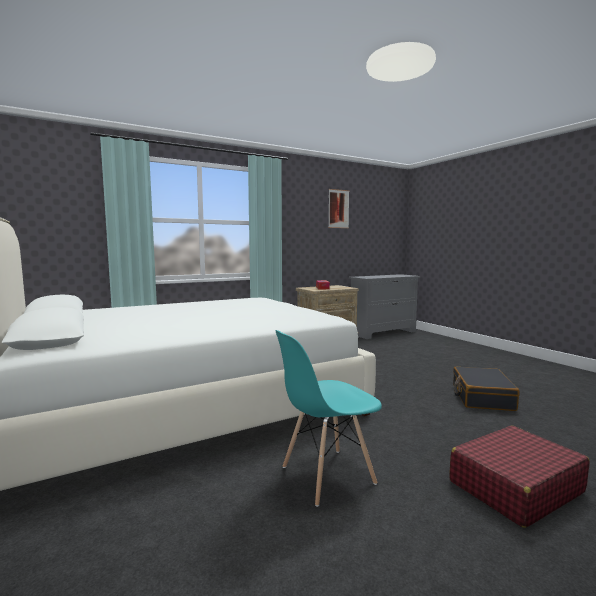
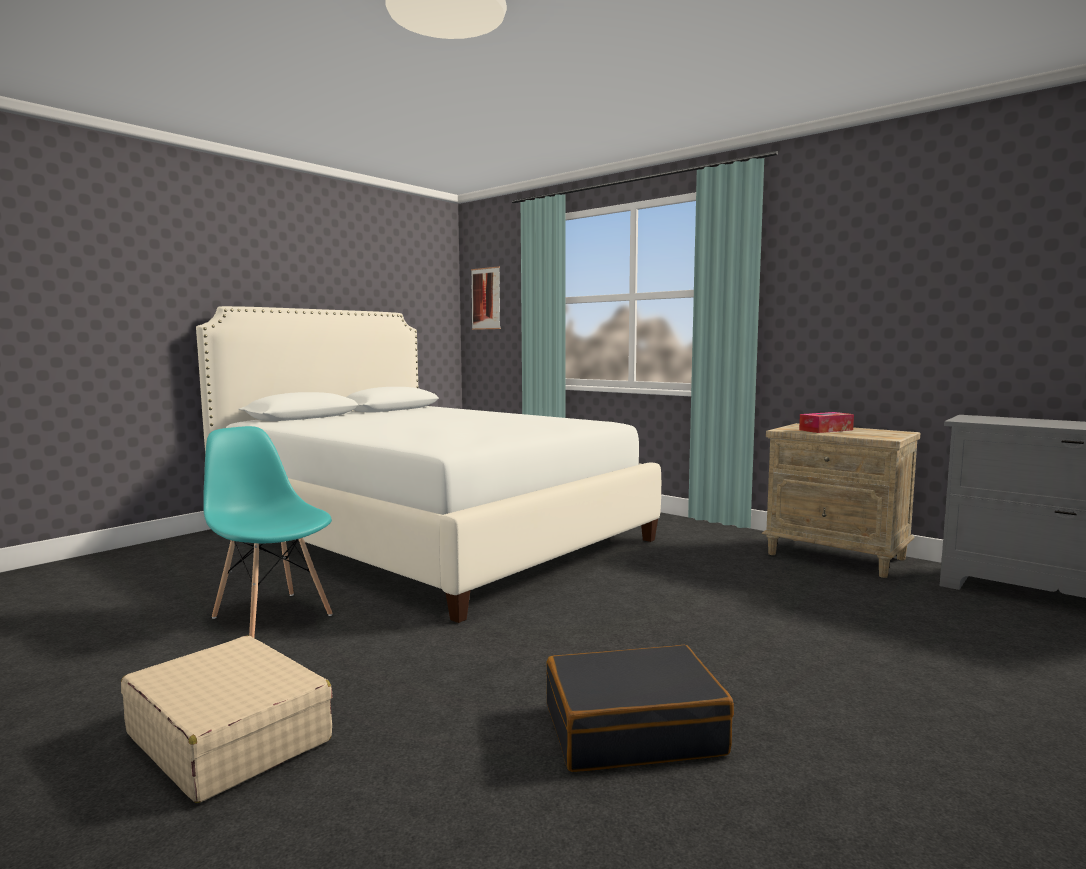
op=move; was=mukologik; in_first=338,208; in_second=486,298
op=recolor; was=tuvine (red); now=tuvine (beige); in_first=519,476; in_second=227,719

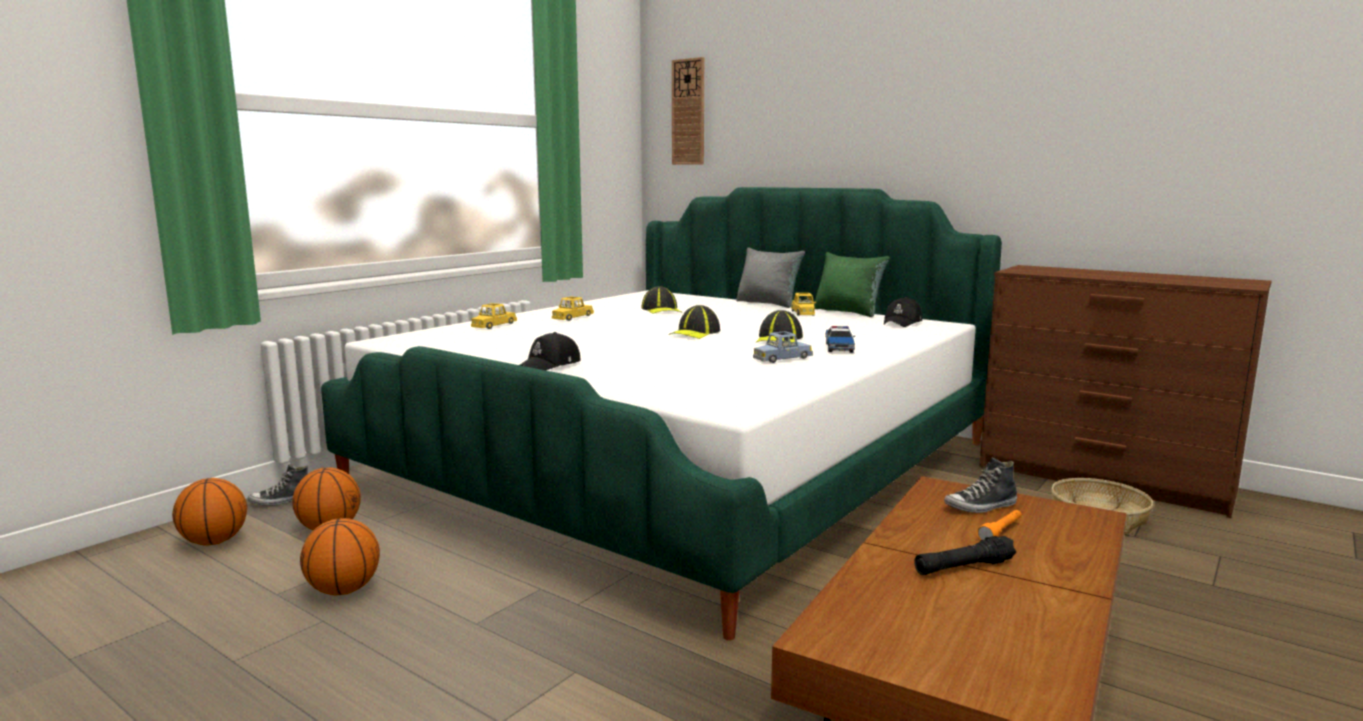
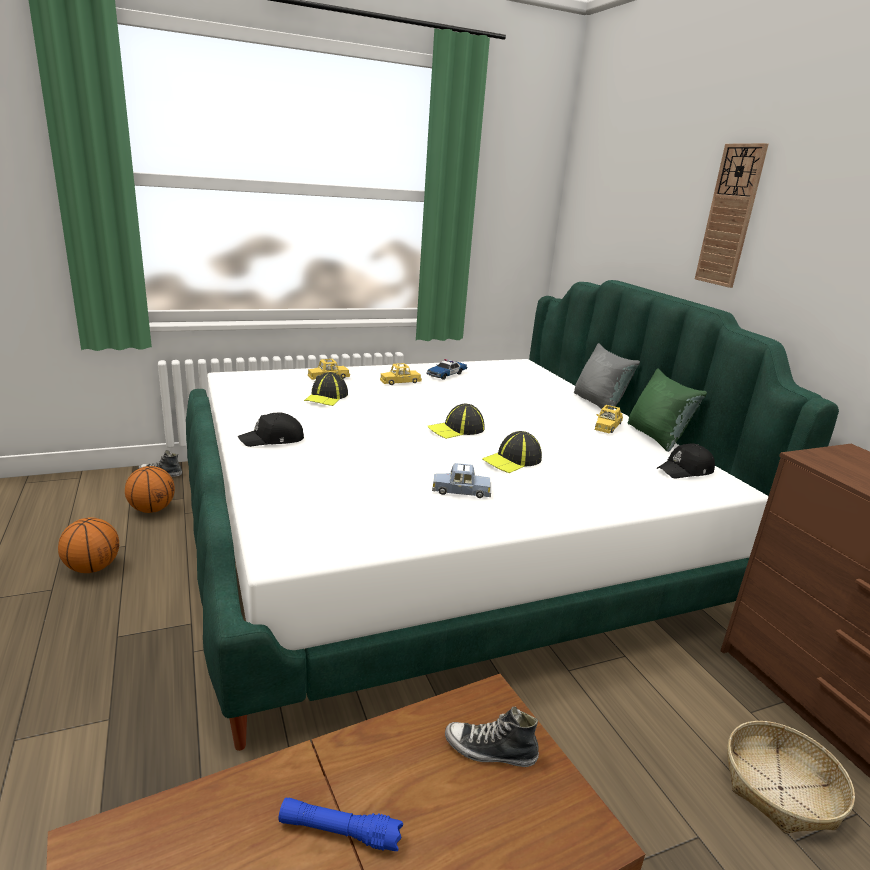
op=delete; was=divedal; in_first=209,512
op=move; was=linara; in_first=661,300; in_second=326,389
op=move; was=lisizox; in_first=688,111; in_second=731,215
op=move; was=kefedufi; in_first=840,339; in_second=446,369
op=recolor; was=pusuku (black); now=pusuku (blue); in_first=965,555; in_second=340,824
op=delete; was=pusuku (orange); in_first=999,525

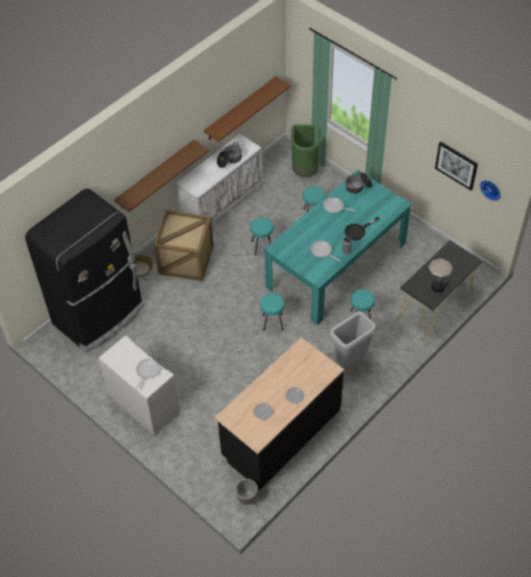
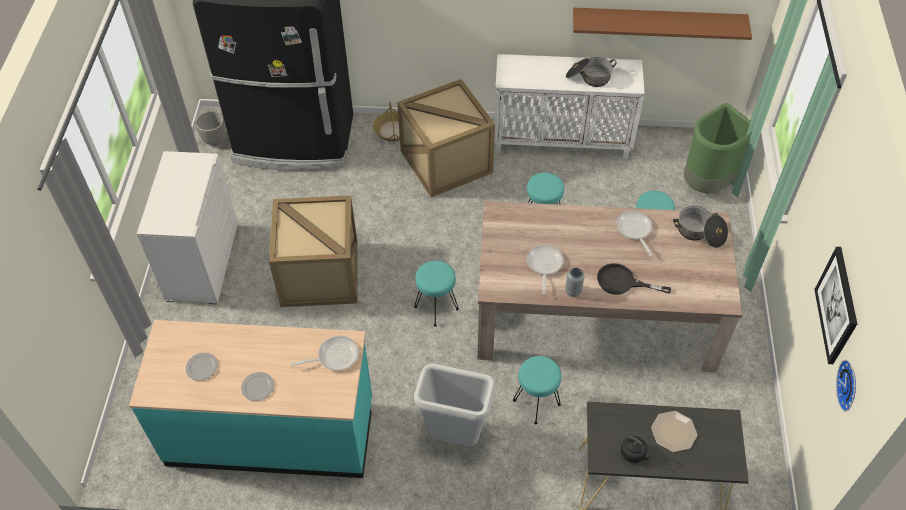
op=delete; was=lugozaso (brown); in_first=161,176
op=move; was=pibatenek; in_first=147,374; in_second=325,353
op=recolor; was=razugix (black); now=razugix (turquoise); in_first=279,413; in_second=250,399
op=move; was=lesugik; in_first=246,492; in_second=210,128
op=recolor; was=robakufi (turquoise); now=robakufi (beige); in_first=338,247; in_second=609,287
op=insert; now=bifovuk; in_second=313,251

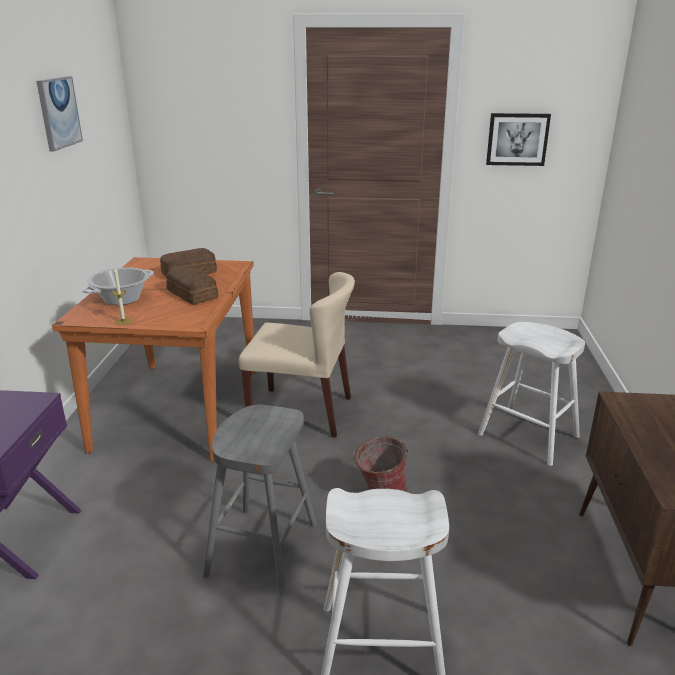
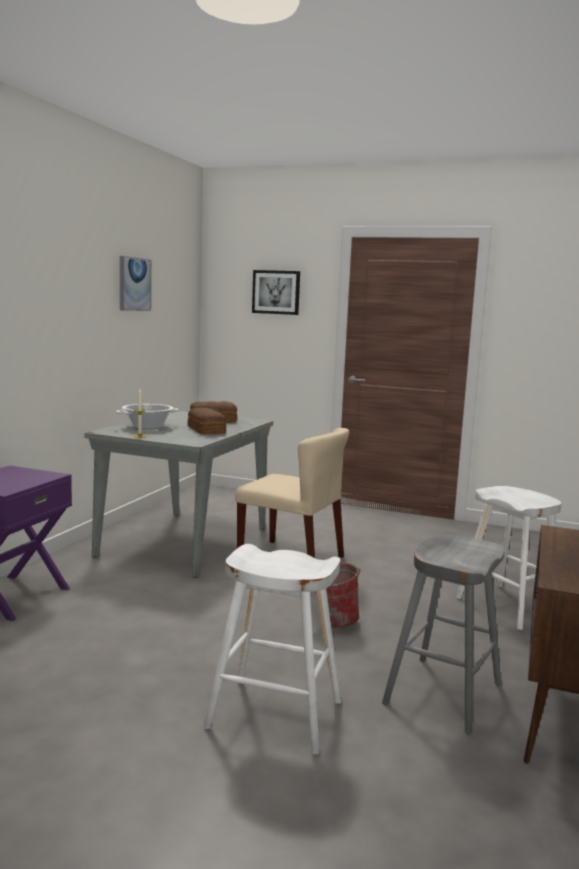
op=recolor; was=robakufi (orange); now=robakufi (grey); in_first=154,359; in_second=178,494
op=move; was=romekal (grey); in_first=260,500; in_second=443,635
op=move; was=mukologik; in_first=518,139; in_second=276,292

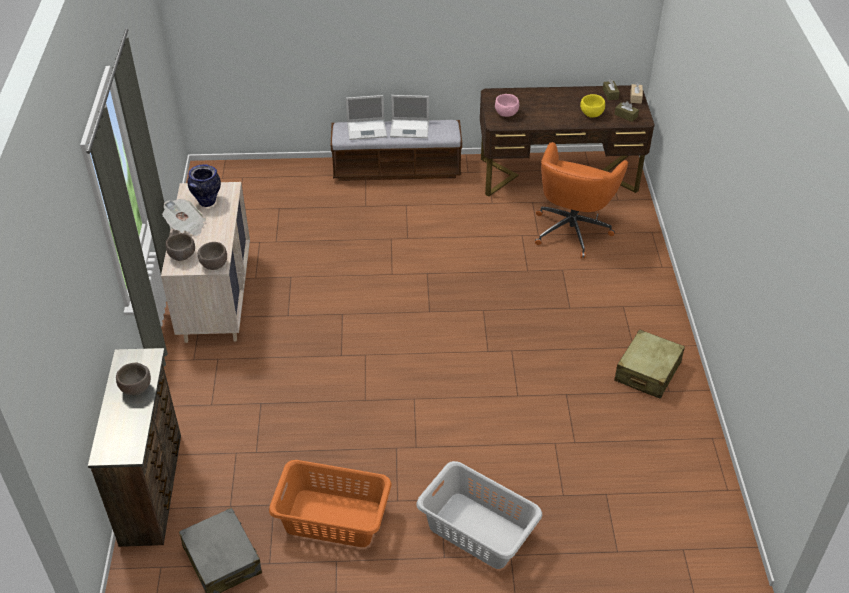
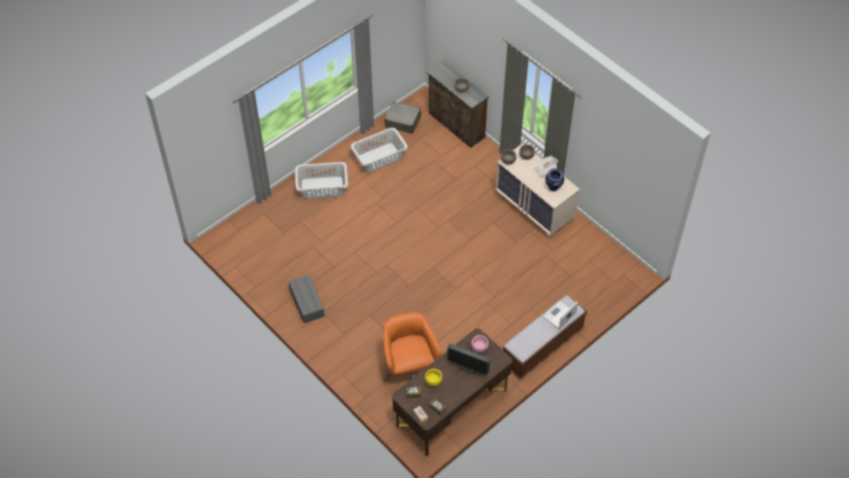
op=recolor; was=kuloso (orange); now=kuloso (grey); in_first=330,503; in_second=379,150
op=delete; was=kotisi; in_first=409,116
op=replace; was=tuvine (beige); now=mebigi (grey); in_first=649,364; in_second=306,299
op=insert; now=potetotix; in_second=468,359

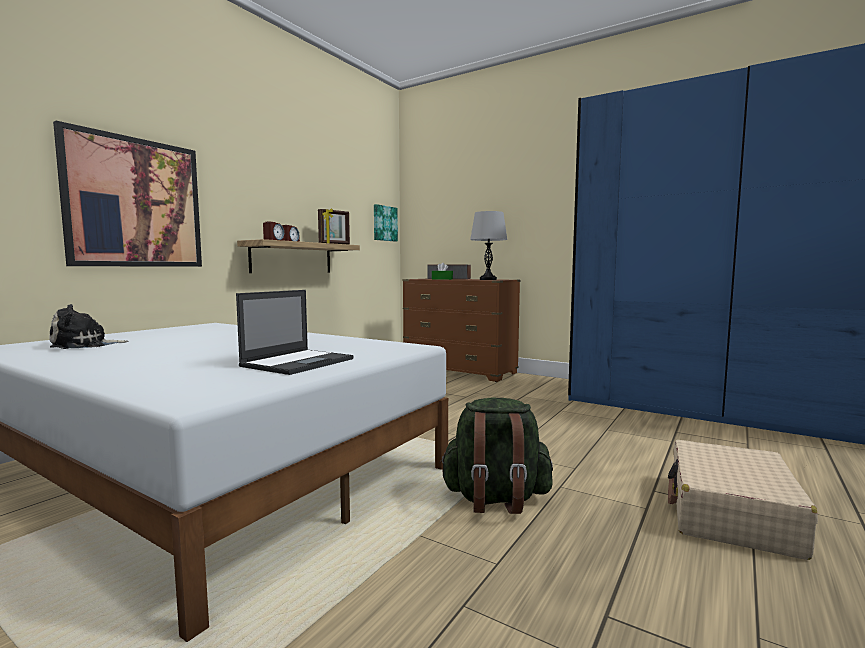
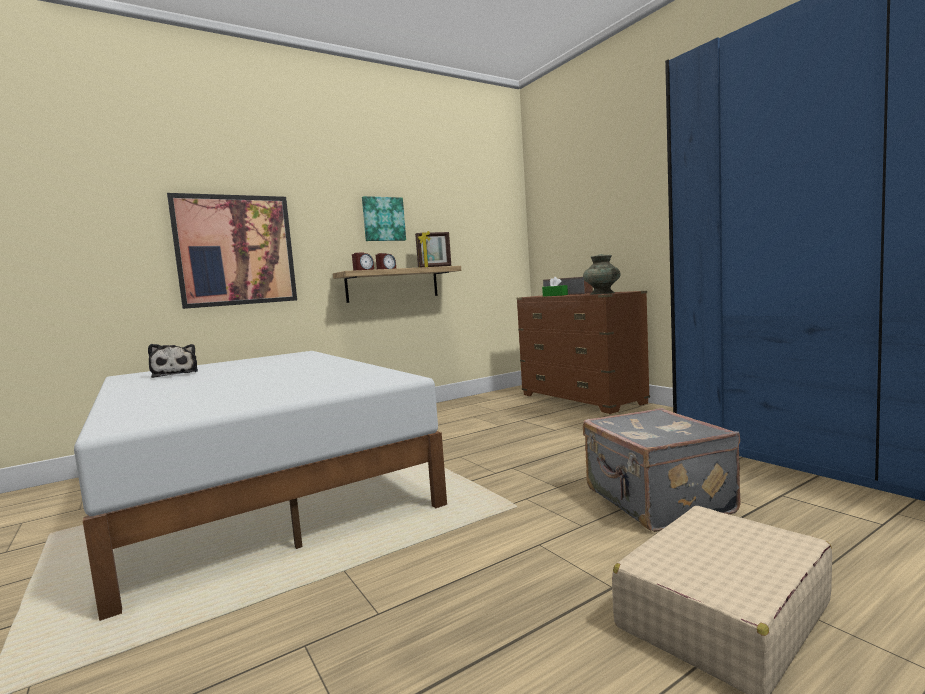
op=rotate; was=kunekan; in_first=89,326; in_second=173,361; clockwise=-105
op=delete; was=kotisi; in_first=295,332
op=move; was=mukologik; in_first=386,223; in_second=384,218
op=delete; was=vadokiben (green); in_first=496,456
op=replace; was=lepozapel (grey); now=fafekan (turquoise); in_first=488,245; in_second=602,274
op=insert; now=tuvine (grey); in_second=661,470

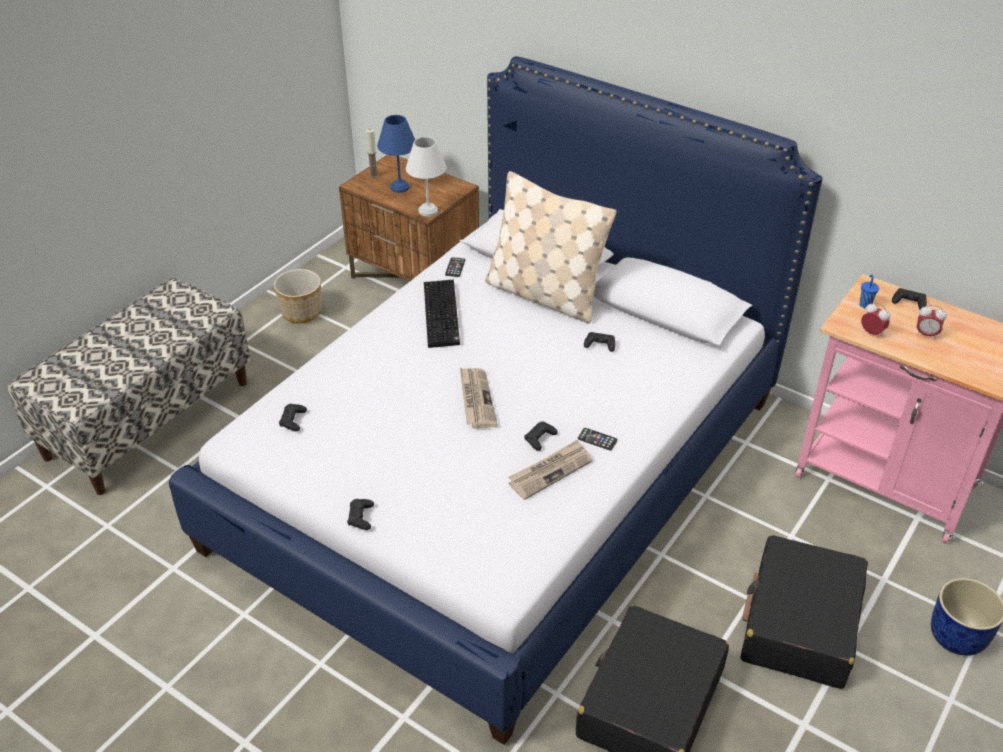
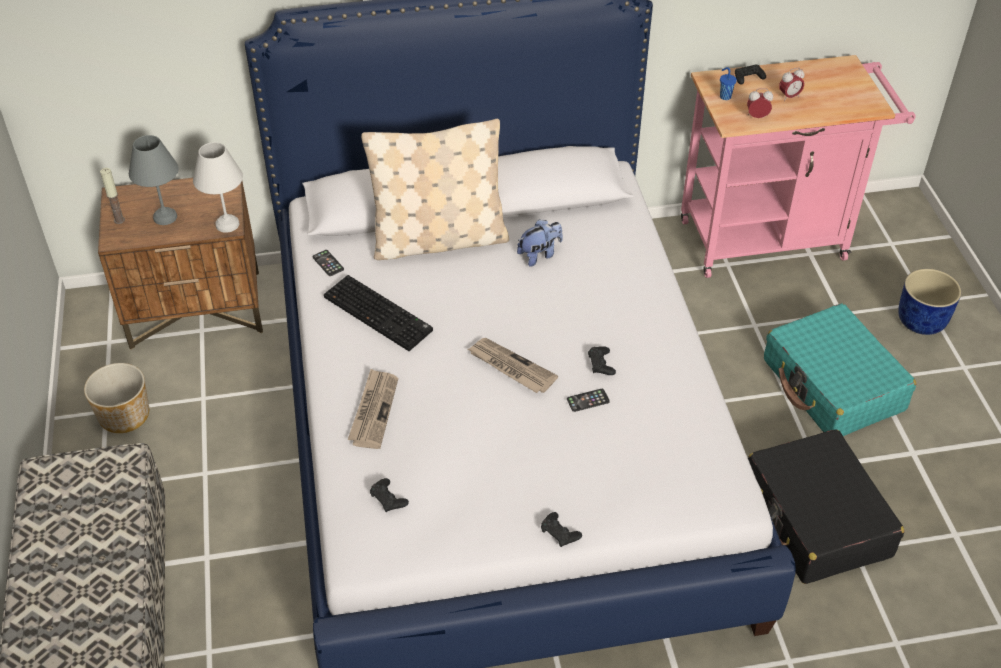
op=recolor; was=lepozapel (blue); now=lepozapel (grey); in_first=396,154; in_second=154,180
op=move; was=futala; in_first=550,470; in_second=373,409
op=move; was=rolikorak; in_first=598,439; in_second=588,400
op=replace; was=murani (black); now=kunekan; in_first=599,342; in_second=540,243
op=recolor; was=tuvine (black); now=tuvine (turquoise); in_first=804,612; in_second=840,369

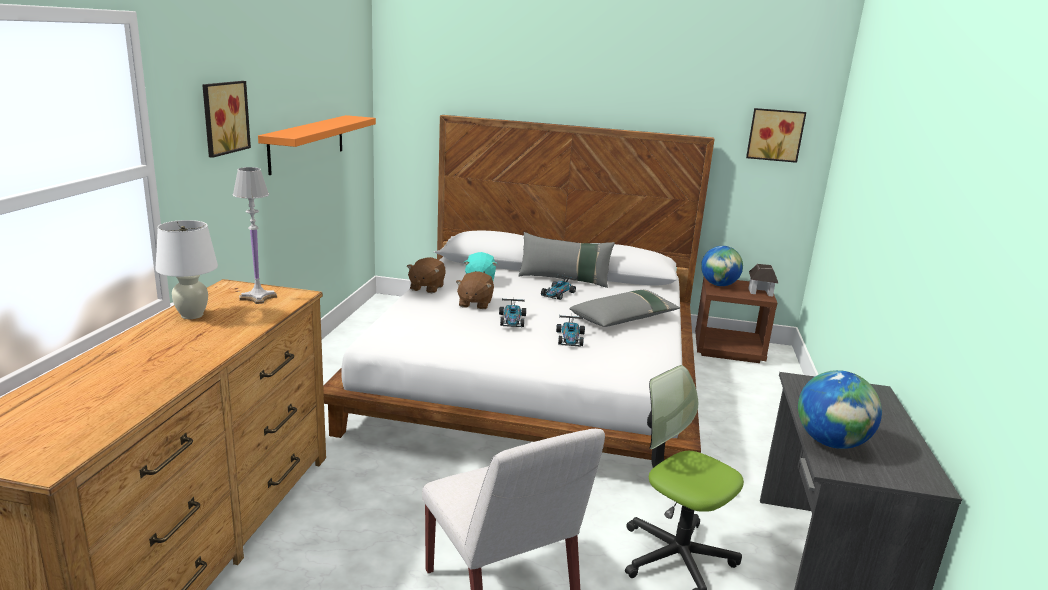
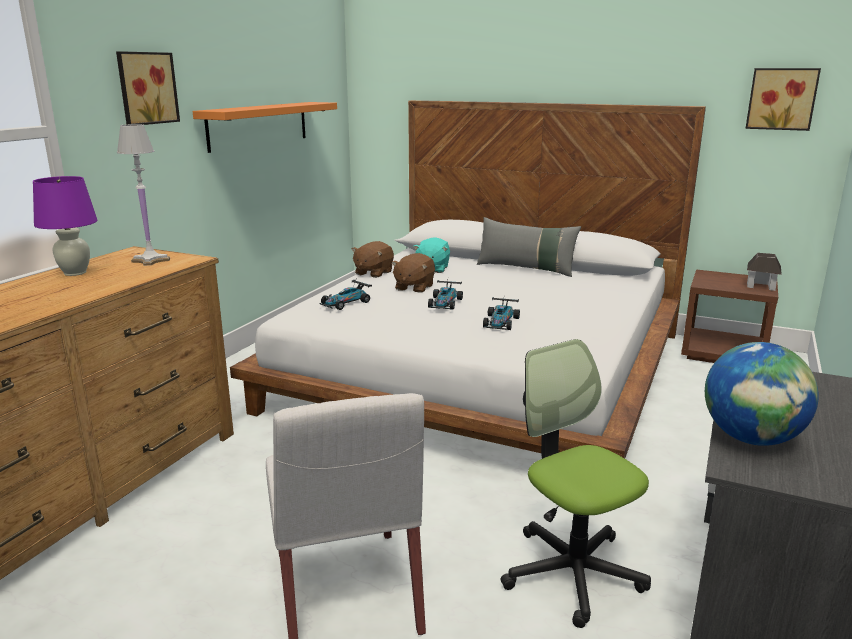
op=recolor; was=lepozapel (white); now=lepozapel (purple); in_first=186,269; in_second=65,226
op=move; was=kefedufi; in_first=559,287; in_second=345,295
op=delete; was=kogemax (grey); in_first=624,308
op=delete; was=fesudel; in_first=722,266

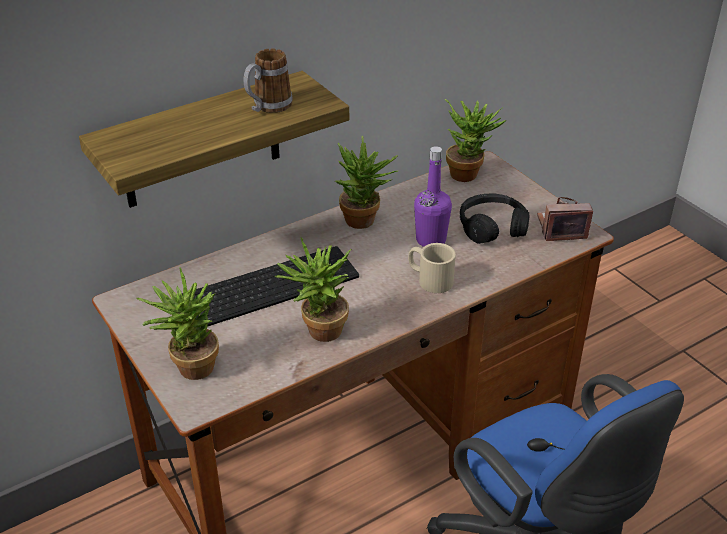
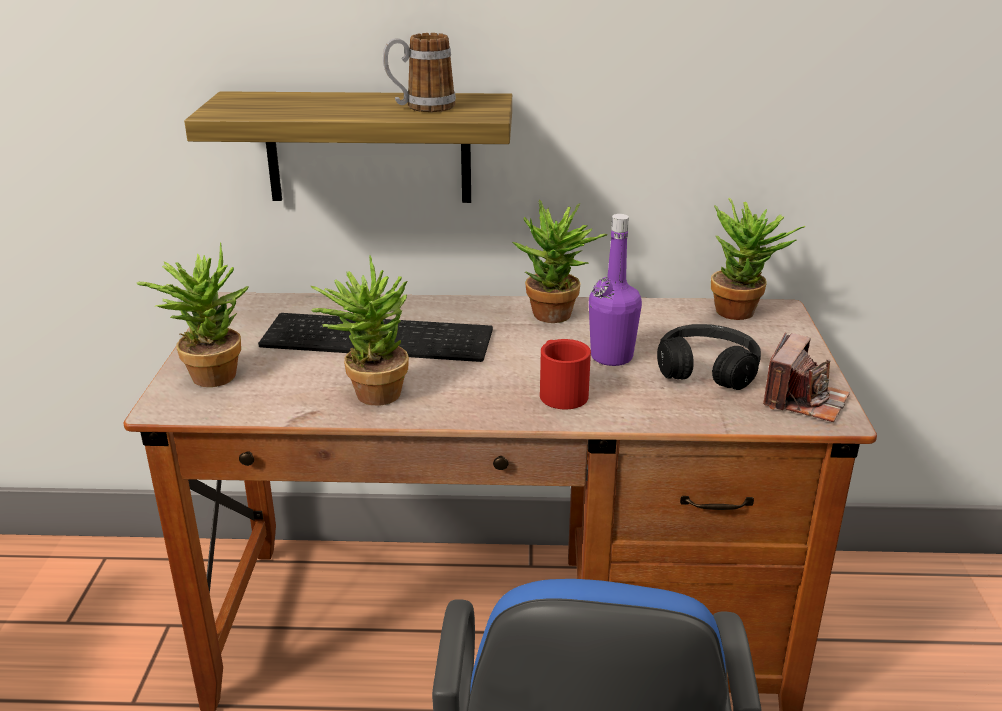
op=recolor; was=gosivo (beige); now=gosivo (red); in_first=432,268; in_second=565,374
op=rotate; was=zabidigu; in_first=565,219; in_second=806,377; clockwise=90

